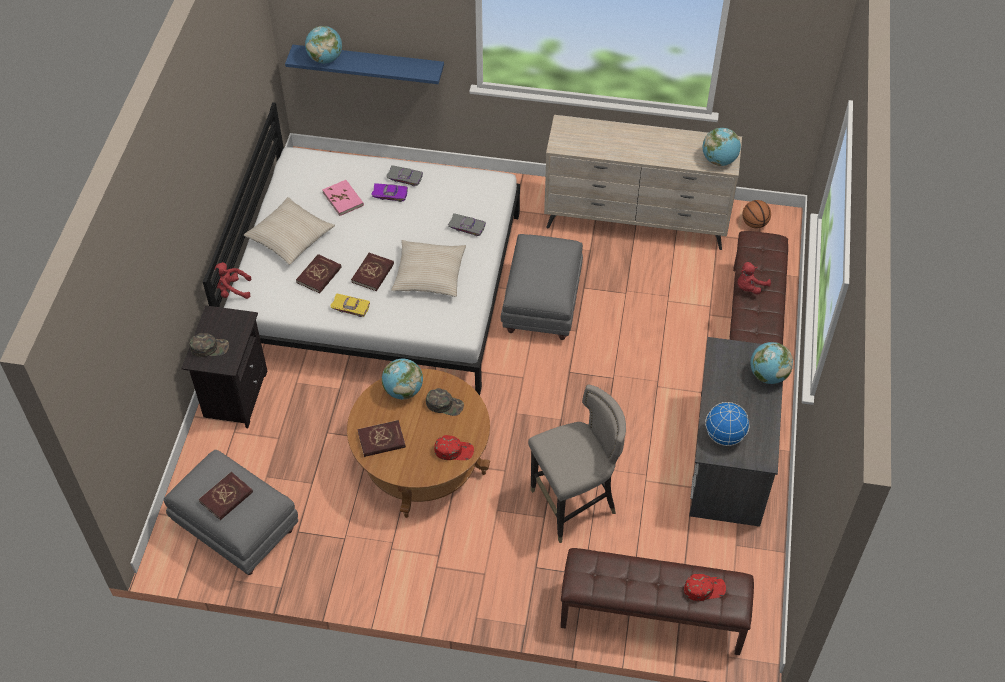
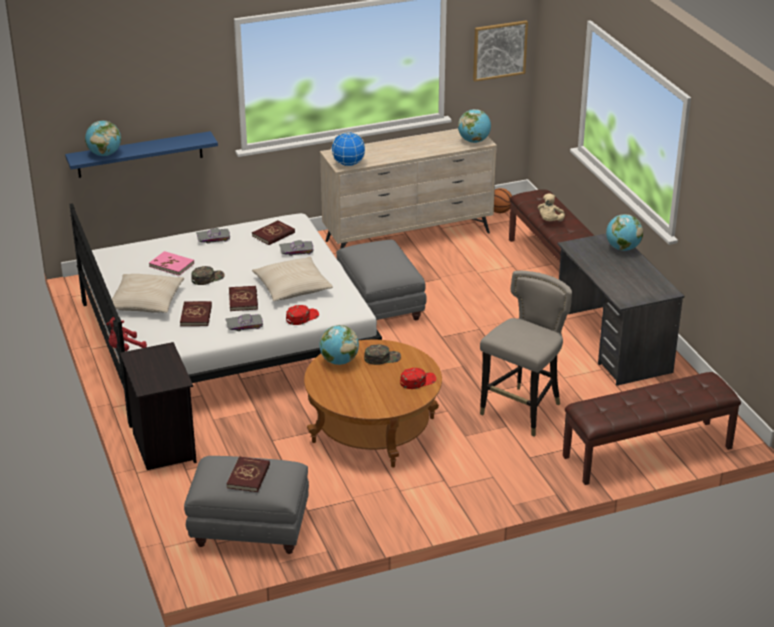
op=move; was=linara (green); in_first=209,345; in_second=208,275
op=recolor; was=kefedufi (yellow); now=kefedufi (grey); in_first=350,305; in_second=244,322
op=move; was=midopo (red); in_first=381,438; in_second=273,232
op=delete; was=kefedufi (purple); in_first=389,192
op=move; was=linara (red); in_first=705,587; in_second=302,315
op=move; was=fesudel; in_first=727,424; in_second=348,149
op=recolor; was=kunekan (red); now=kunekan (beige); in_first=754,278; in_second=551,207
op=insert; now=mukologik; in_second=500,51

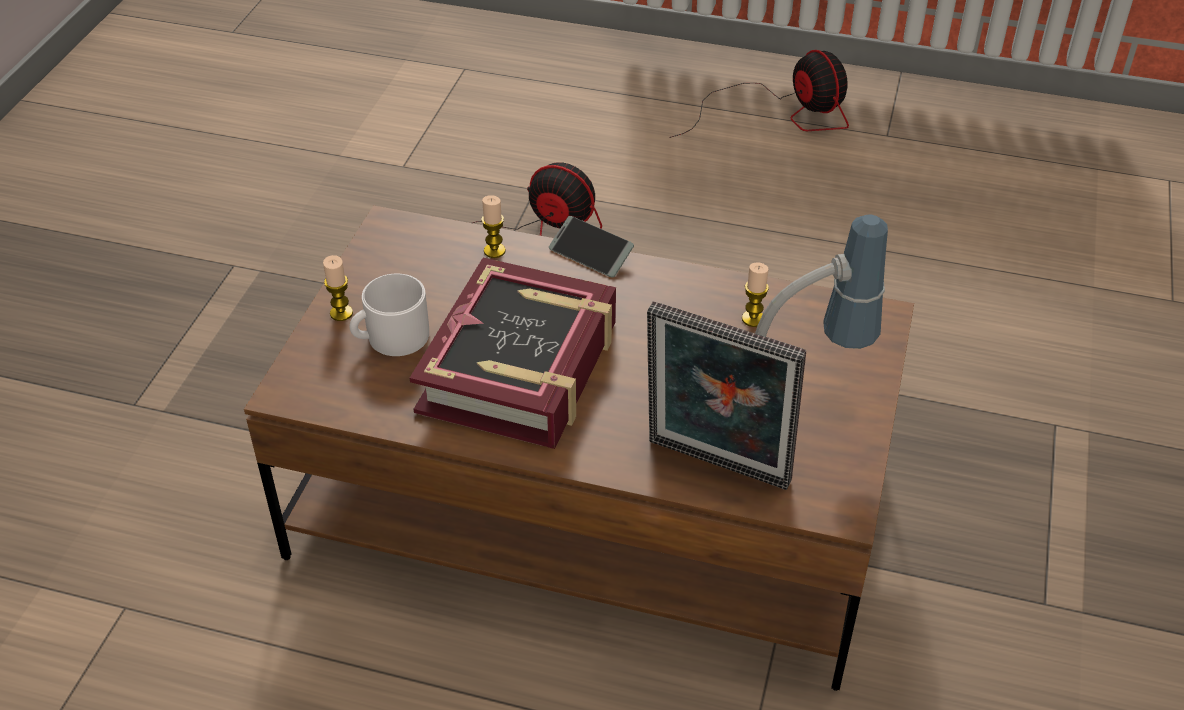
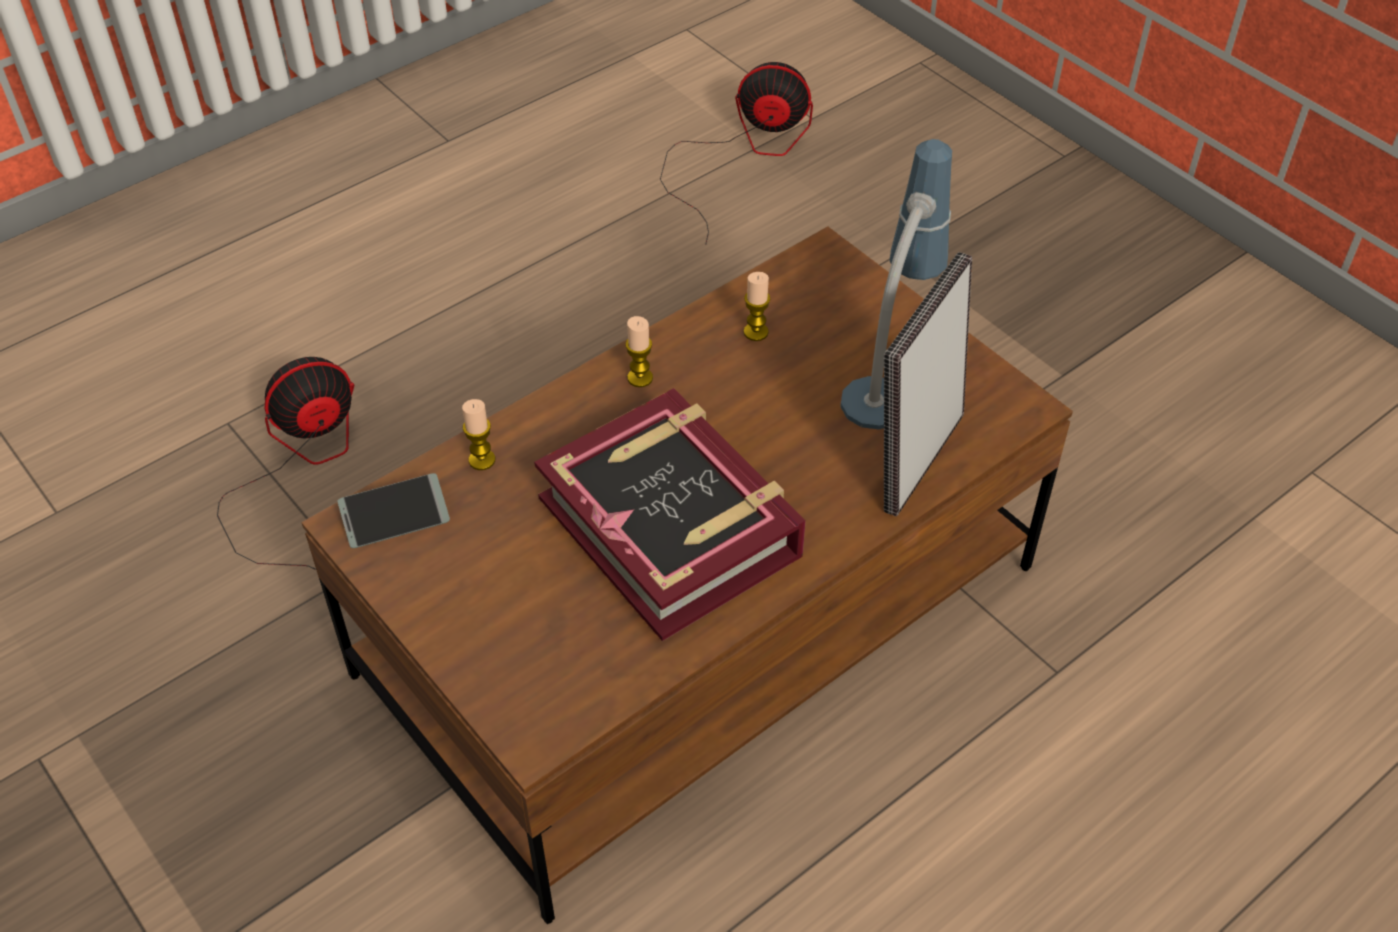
op=move; was=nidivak; in_first=338,288; in_second=639,351
op=delete; was=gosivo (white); in_first=389,315
op=move; was=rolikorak; in_first=591,247; in_second=393,510
op=rotate; was=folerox; in_first=726,396; in_second=928,384; clockwise=150
op=move; was=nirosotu; in_first=759,94; in_second=736,153

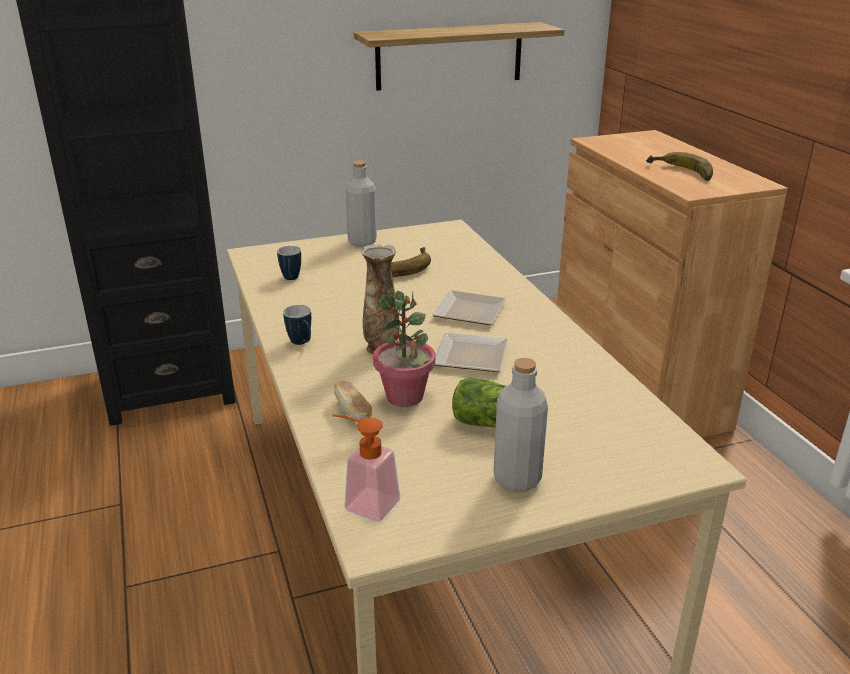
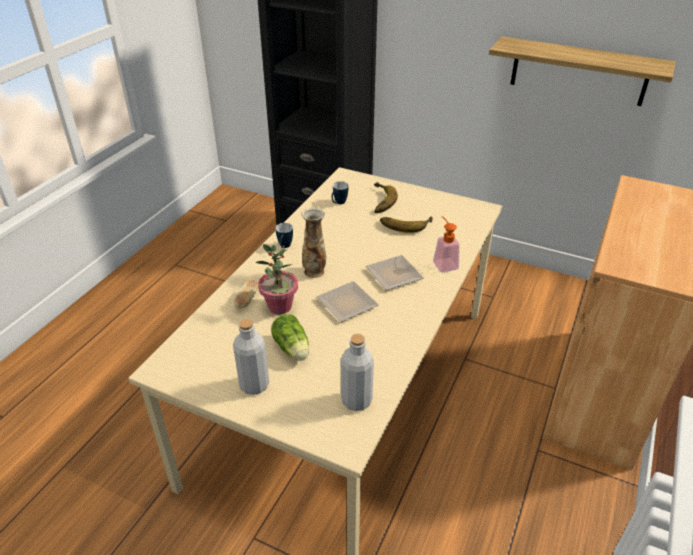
op=move; was=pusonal; in_first=366,468; in_second=446,244
op=move; was=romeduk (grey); in_first=361,203; in_second=357,372
op=move; was=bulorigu; in_first=679,166; in_second=386,197

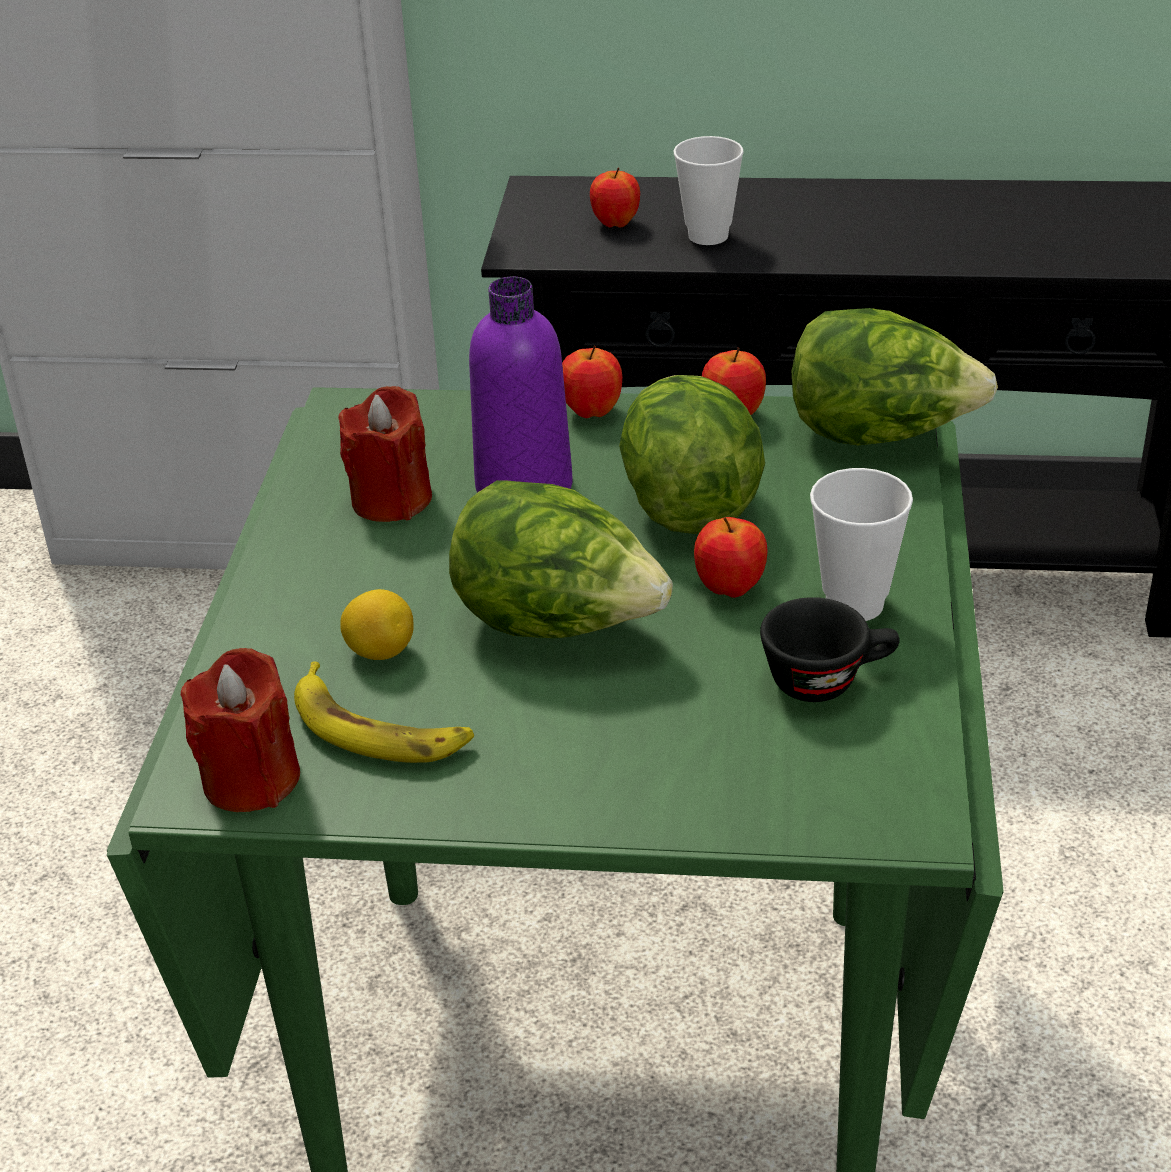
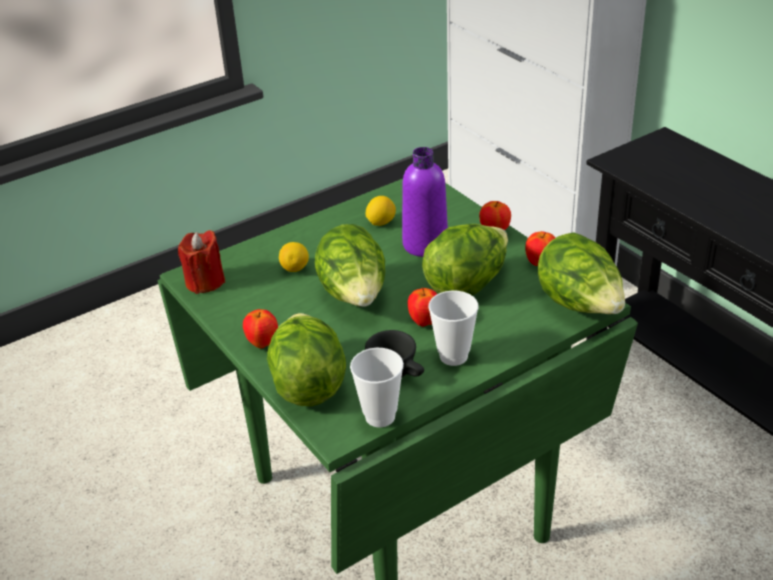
op=delete; was=bulorigu; in_first=384,712
op=replace; was=nidivak (red); now=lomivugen; in_first=385,454; in_second=380,211
op=move; was=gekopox; in_first=615,198; in_second=260,328
op=move; was=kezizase; in_first=709,190; in_second=377,387
op=insert; now=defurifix; in_second=306,359

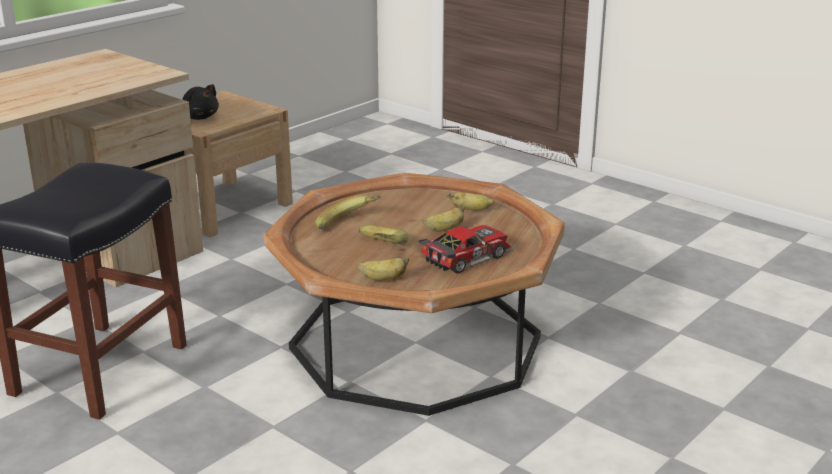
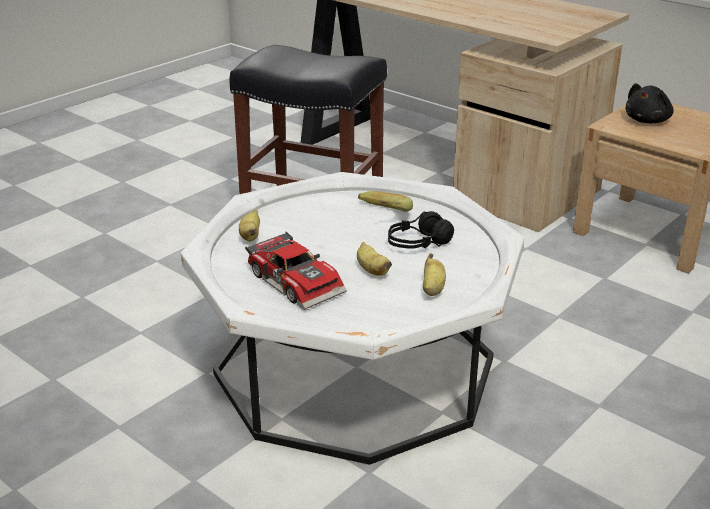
op=recolor; was=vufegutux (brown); now=vufegutux (white); in_first=414,294; in_second=352,318
op=delete; was=bulorigu; in_first=383,234
op=insert; now=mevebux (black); in_second=421,230

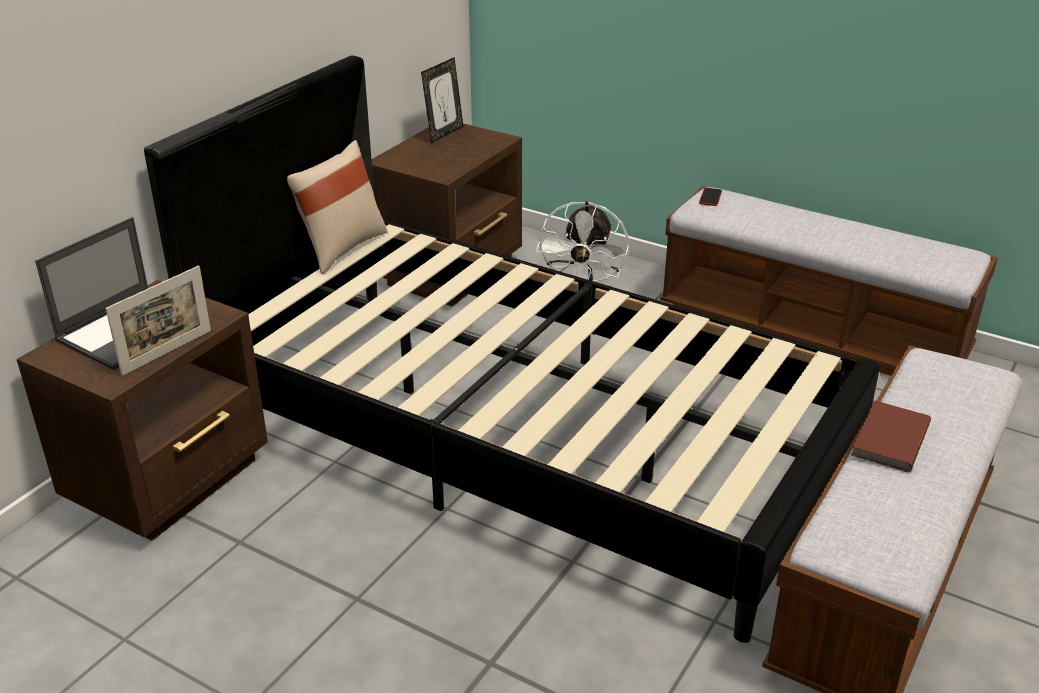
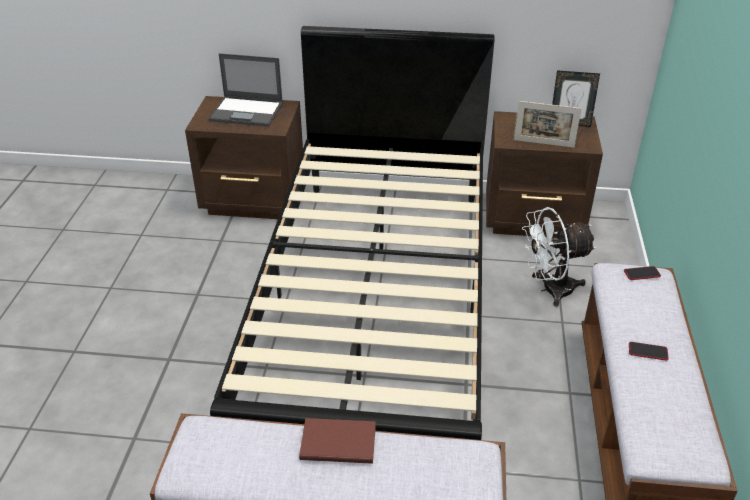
op=move; was=folerox; in_first=158,320; in_second=548,124
op=delete; was=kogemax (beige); in_first=337,207
op=insert; now=rolikorak; in_second=648,351

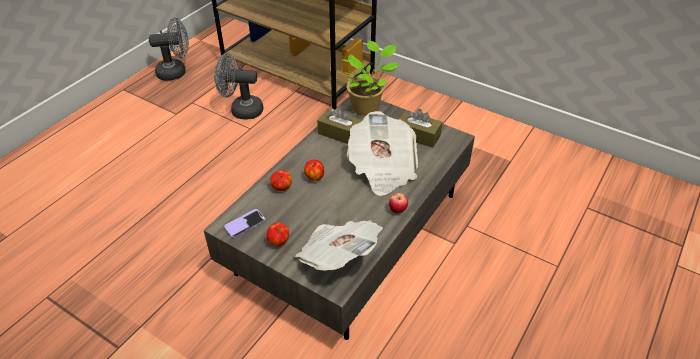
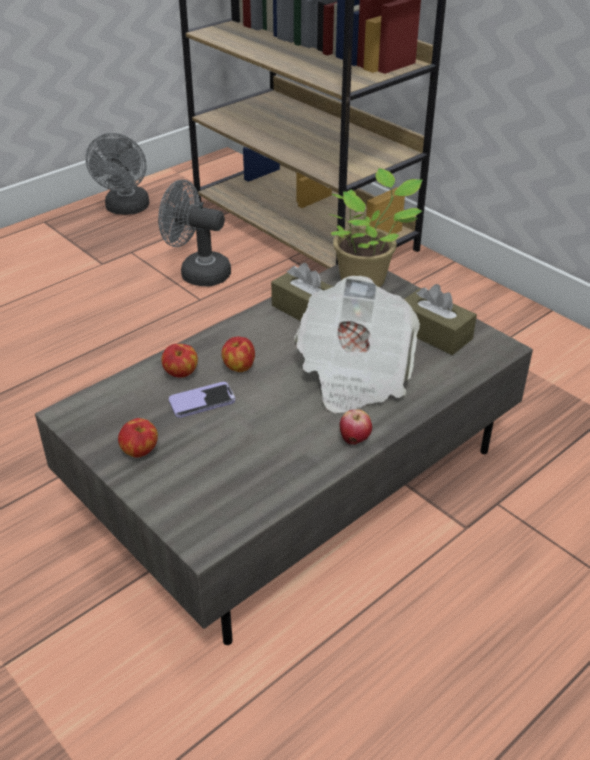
op=rotate; was=nirosotu (grey); in_first=169,49; in_second=117,174; clockwise=90
op=move; was=rolikorak; in_first=245,223; in_second=202,400
op=delete; was=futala; in_first=339,245

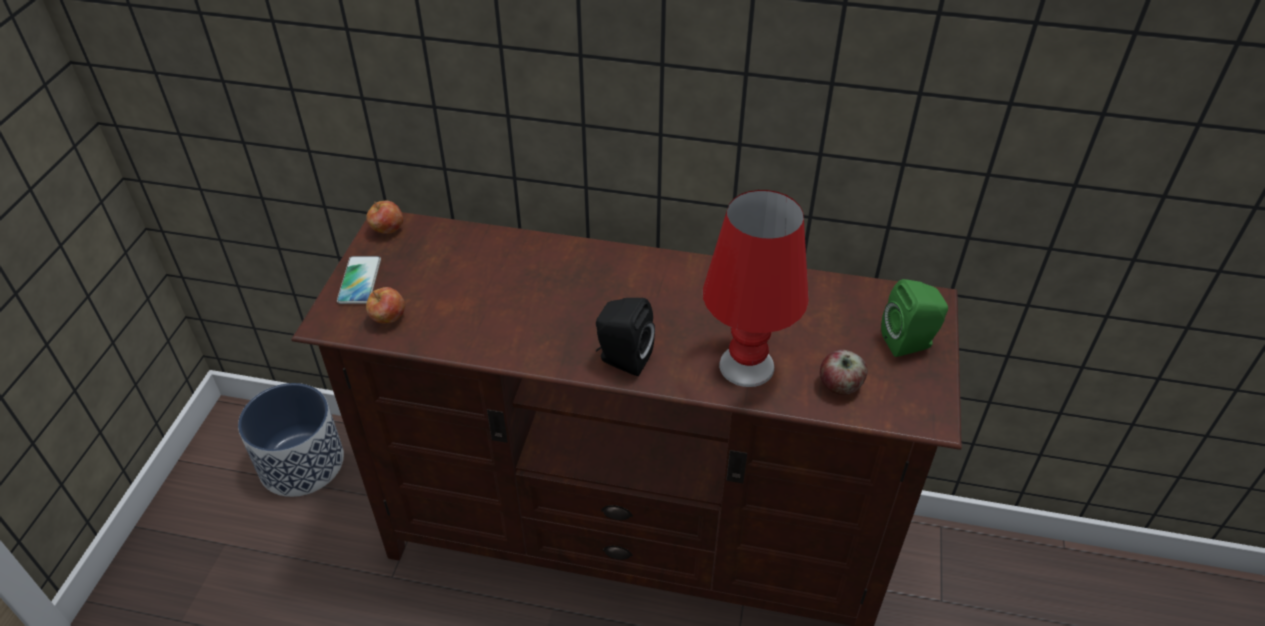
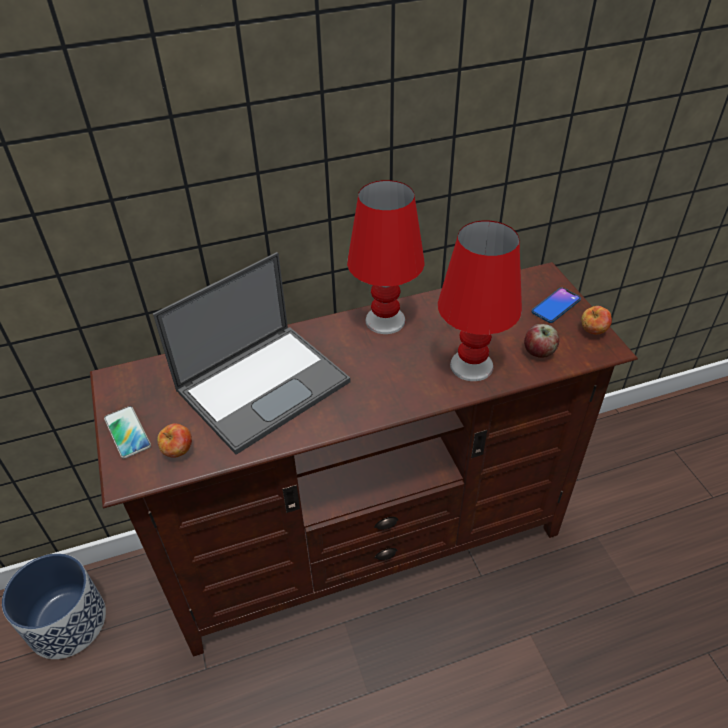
op=move; was=gekopox; in_first=384,217; in_second=596,320
op=delete; was=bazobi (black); in_first=625,337
op=replace; was=bazobi (green); now=rolikorak; in_first=914,318; in_second=556,305
op=insert; now=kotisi; in_second=251,353
op=insert; now=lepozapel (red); in_second=386,257

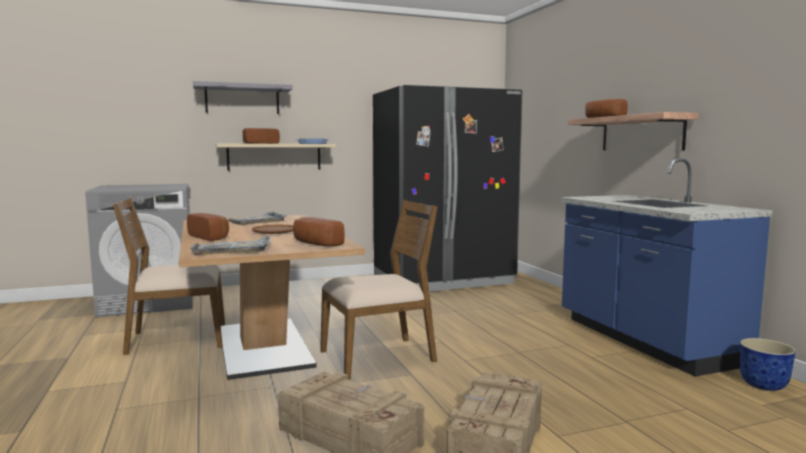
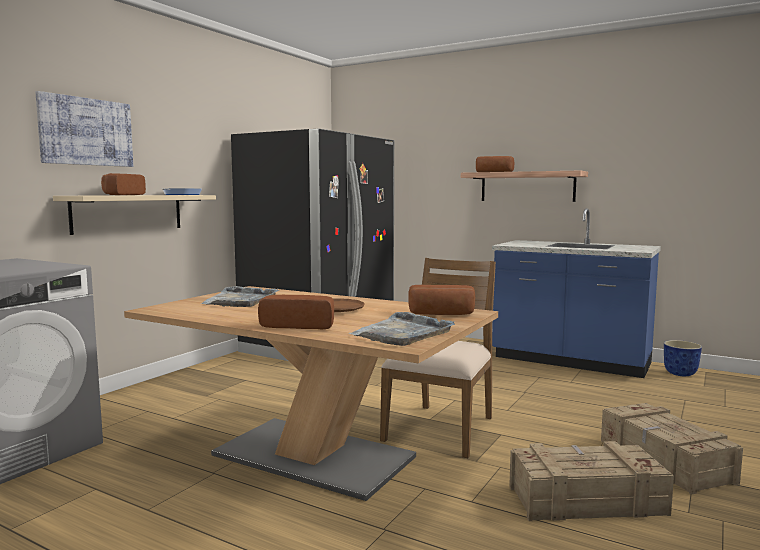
op=delete; was=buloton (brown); in_first=169,276
op=replace; was=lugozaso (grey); now=mukologik; in_first=243,97; in_second=84,129

